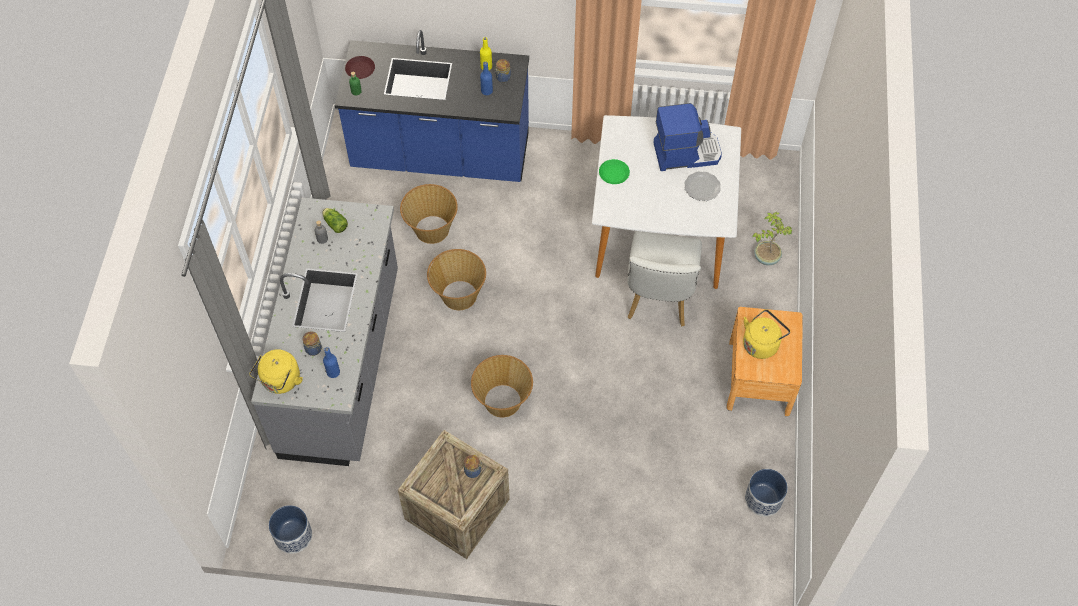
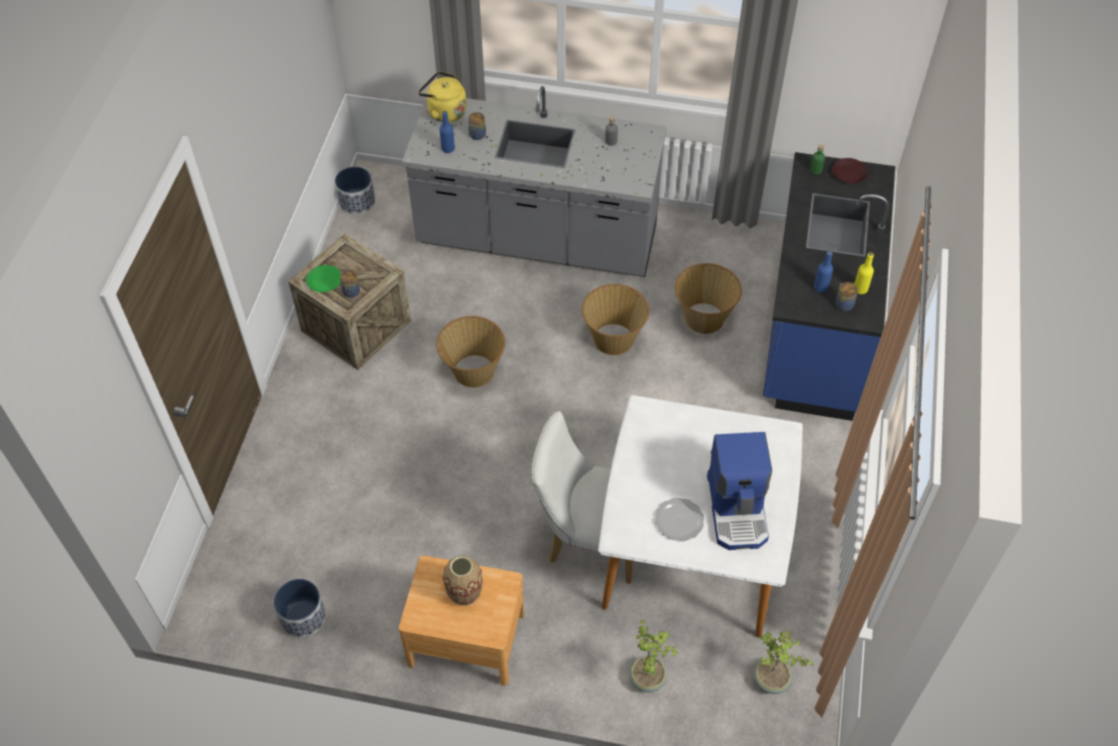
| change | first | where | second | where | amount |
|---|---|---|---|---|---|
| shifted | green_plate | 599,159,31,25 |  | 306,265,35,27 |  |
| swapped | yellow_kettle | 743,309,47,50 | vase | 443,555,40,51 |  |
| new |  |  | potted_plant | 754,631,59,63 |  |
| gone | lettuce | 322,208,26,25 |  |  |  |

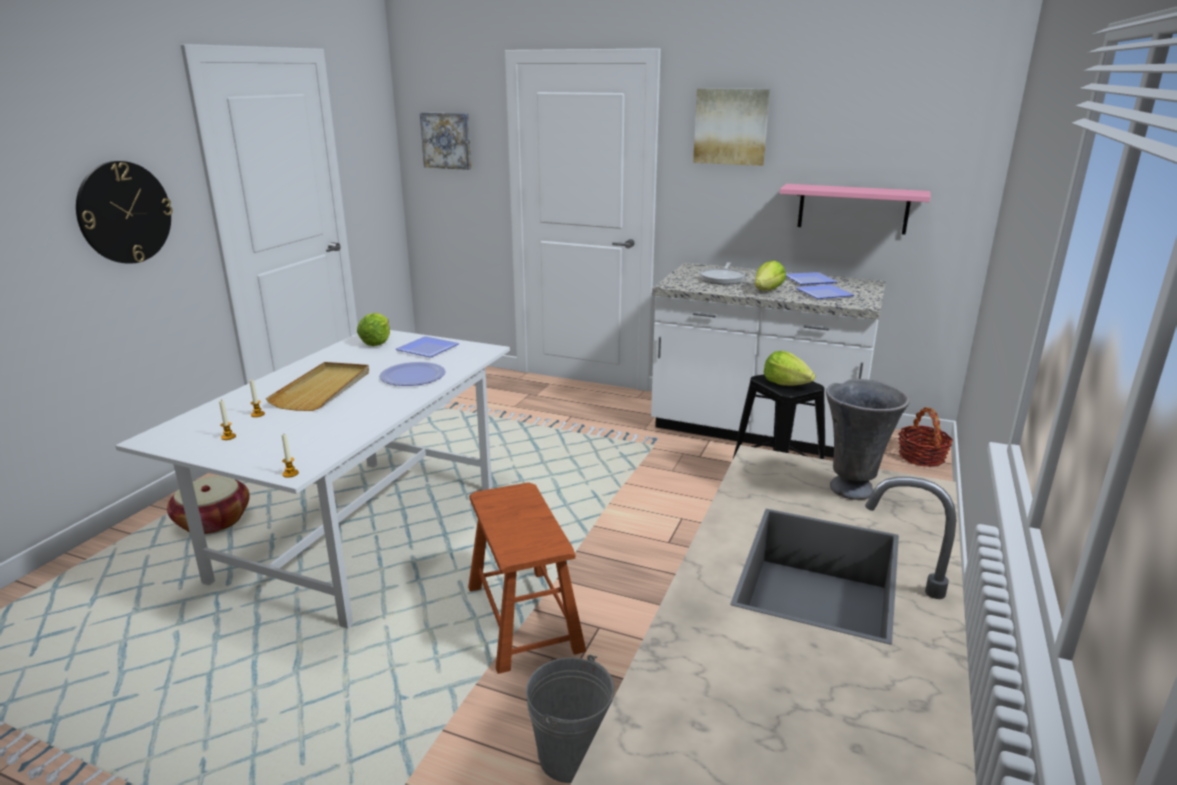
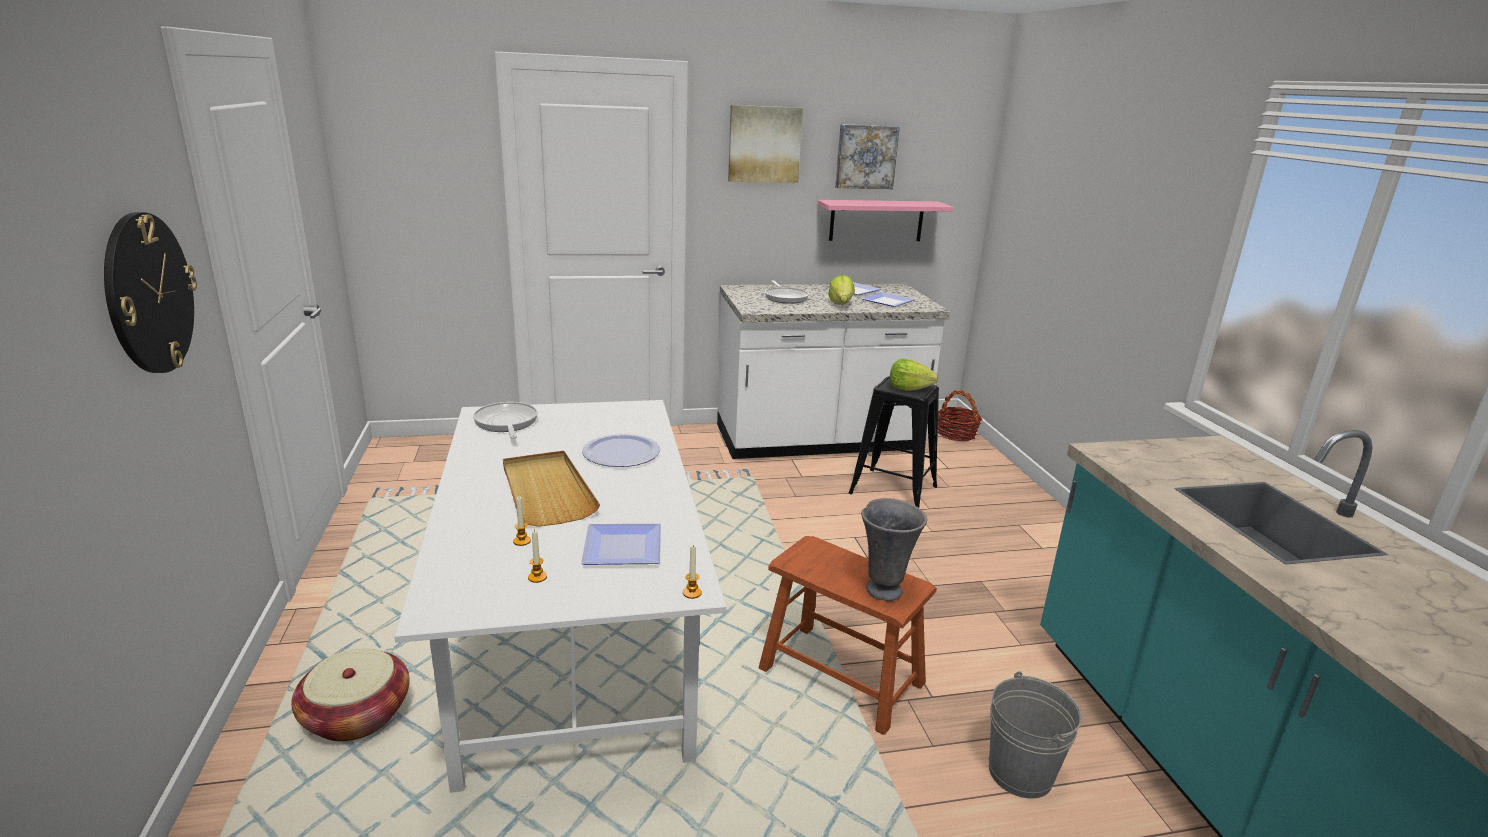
| change | first | where | second | where | amount |
|---|---|---|---|---|---|
| swapped | lettuce | 357,313,33,33 | frying_pan | 473,402,65,37 |  |
| shifted | plate | 395,336,65,21 |  | 581,524,80,41 |  |
| shifted | picture | 420,112,52,58 |  | 835,124,65,65 |  |
| shifted | grey_vase | 826,379,84,121 |  | 861,498,66,103 |  |

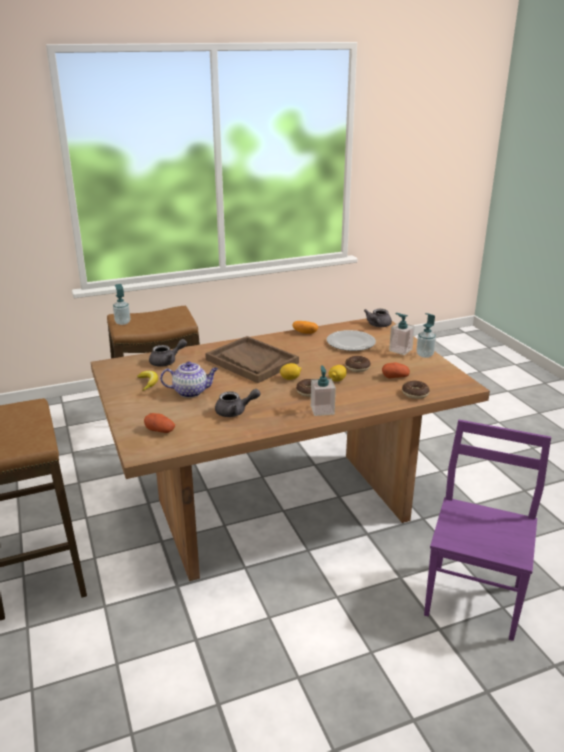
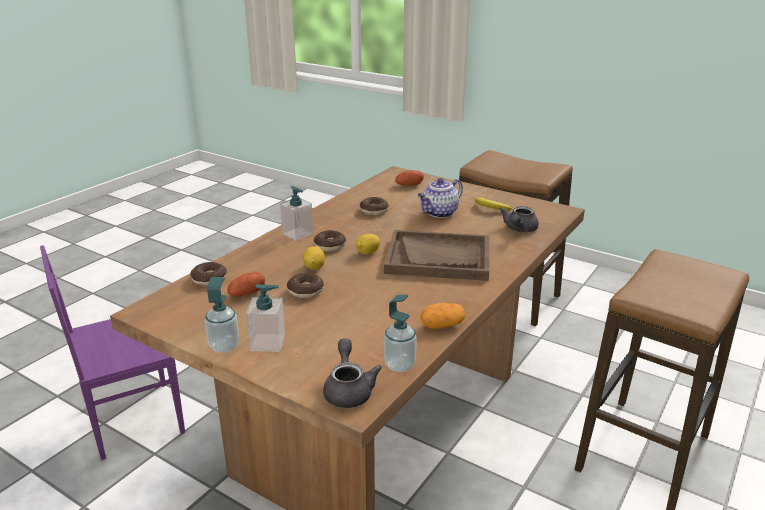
| change | first | where | second | where | amount |
|---|---|---|---|---|---|
| rotated | purple_chair | 424,420,127,221 |  | 40,246,145,214 | 75 degrees clockwise |
| swapped | grey_teapot | 215,389,46,28 | donut | 360,197,29,18 |  |
| shifted | soap_dispenser | 113,284,17,41 |  | 384,295,33,77 |  |
| gone | plate | 327,330,49,21 |  |  |  |

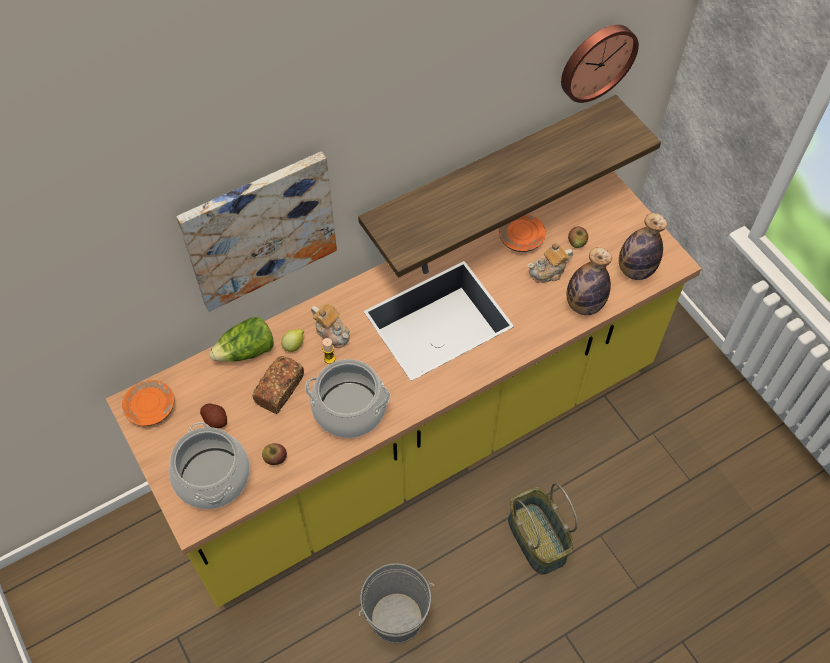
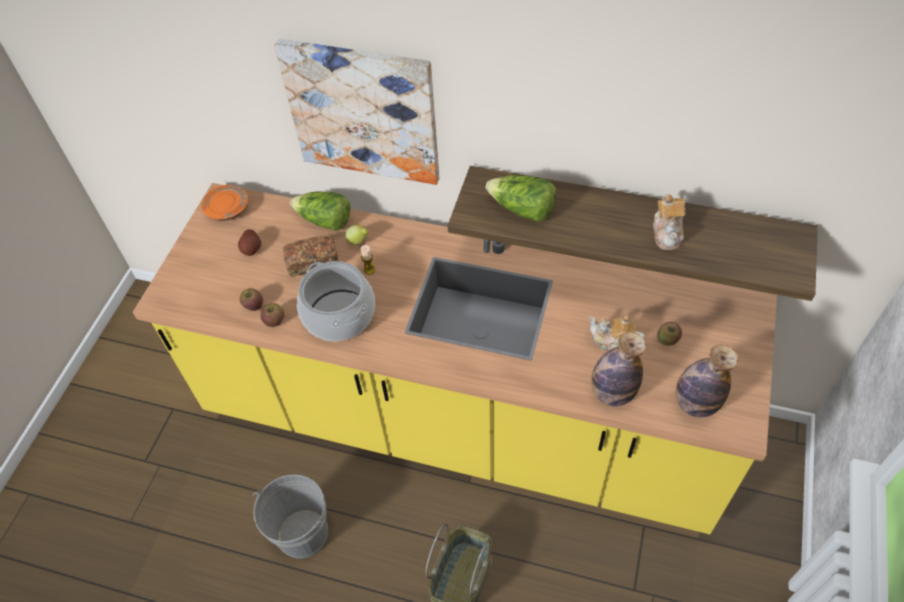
| change | first | where | second | where | amount |
|---|---|---|---|---|---|
| new |  |  | apple | 261,303,23,24 |  |
| new |  |  | lettuce | 486,175,70,47 |  |
| shifted | teapot | 311,304,39,44 |  | 653,193,33,57 |  |
| gone | cooking_pot | 169,422,81,87 |  |  |  |
| gone | orange_plate | 499,214,47,38 |  |  |  |
| gone | wall_clock | 561,25,78,78 |  |  |  |

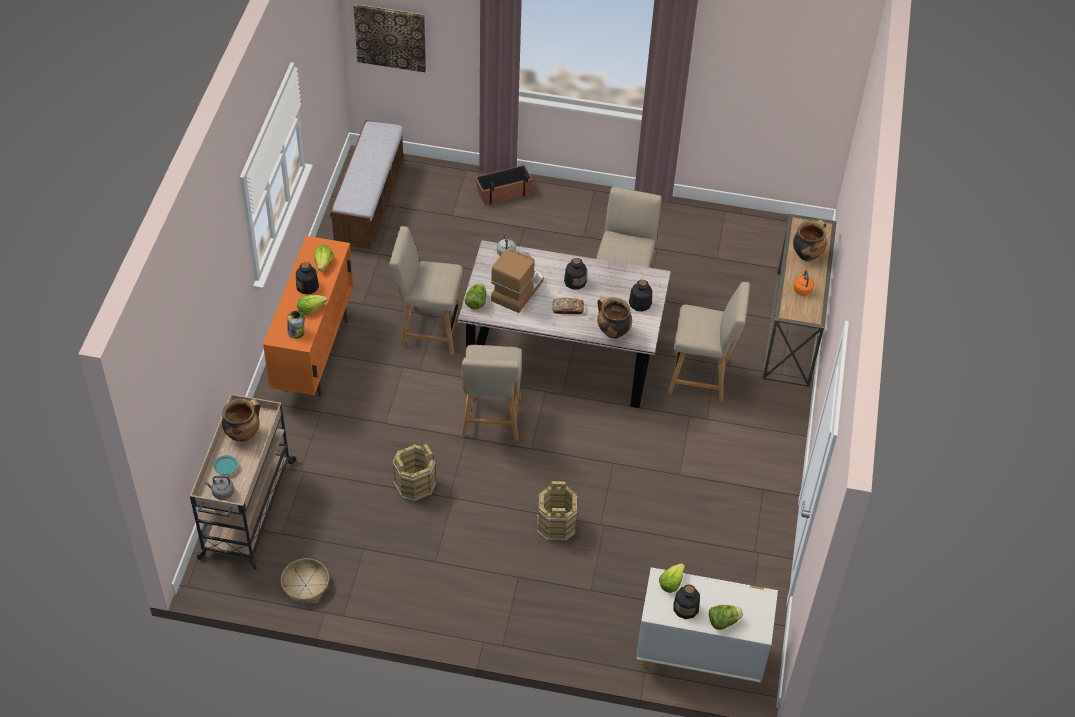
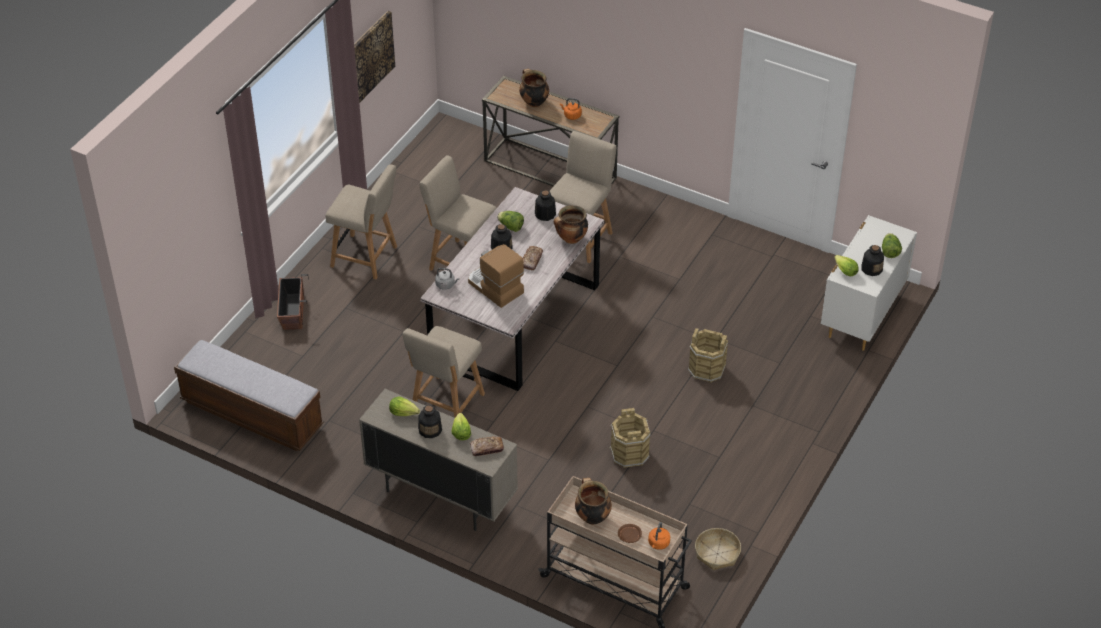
| change | first | where | second | where | amount |
|---|---|---|---|---|---|
| shifted | beige_chair | 461,345,61,96 |  | 326,164,71,115 |  |
| shifted | picture | 354,4,72,68 |  | 354,11,41,92 |  |
| repainted | orange_cabinet | 263,236,90,161 | beige_cabinet | 359,389,159,142 |  |
| swapped | jar | 287,311,18,28 | bread | 470,436,34,20 |  |
| shifted | lettuce | 465,283,21,27 |  | 497,211,27,21 |  |
| repainted | turquoise_plate | 214,455,24,20 | brown_plate | 618,524,24,19 |  |
| repainted | grey_kettle | 205,476,29,24 | orange_kettle | 648,522,22,28 |  |

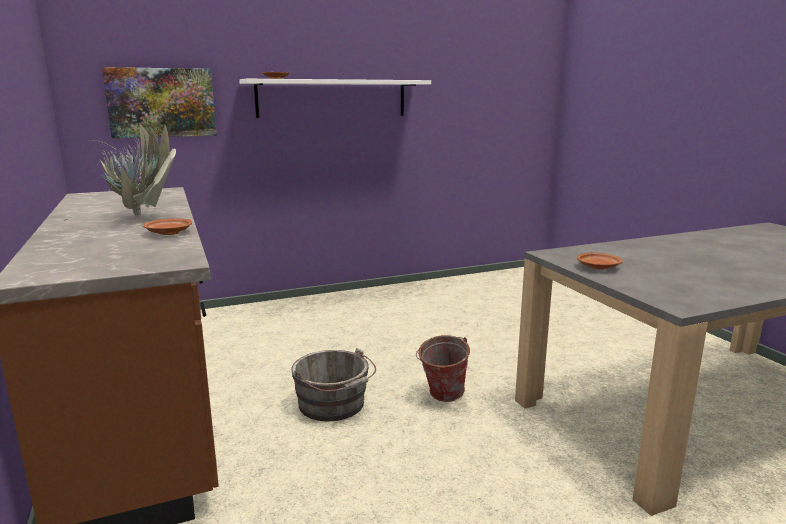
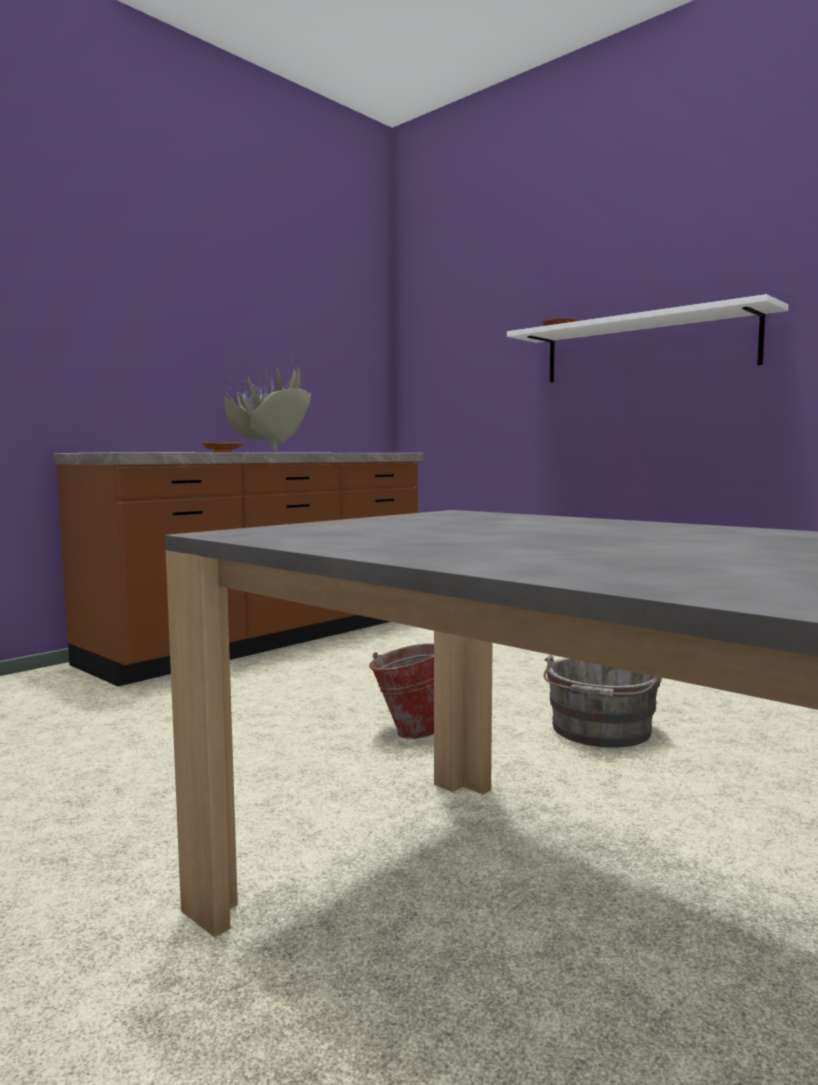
| change | first | where | second | where | amount |
|---|---|---|---|---|---|
| shifted | grey_bucket | 291,348,85,73 |  | 543,655,119,93 |  |
| gone | picture | 102,67,115,71 |  |  |  |
| gone | brown_plate | 577,253,46,16 |  |  |  |

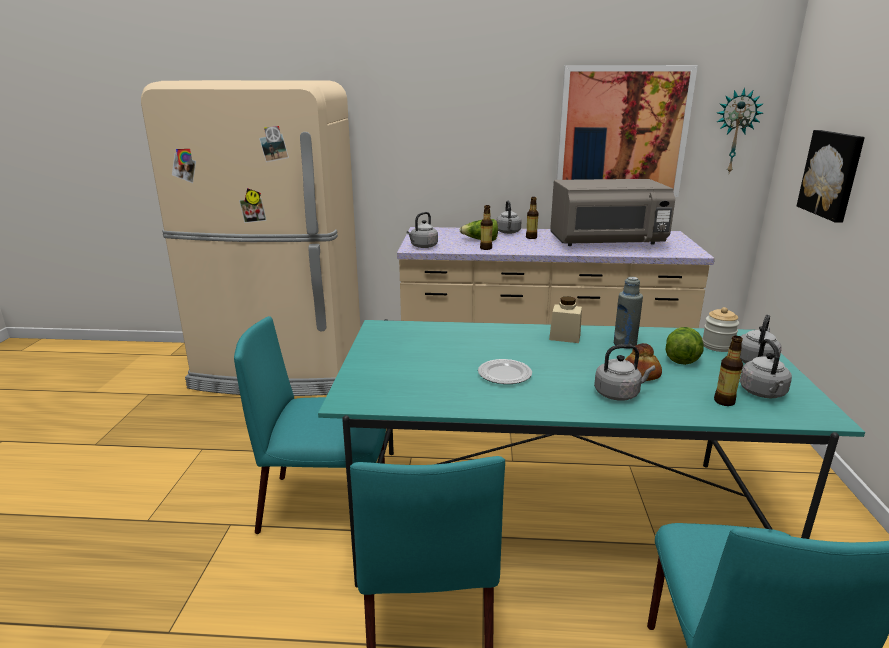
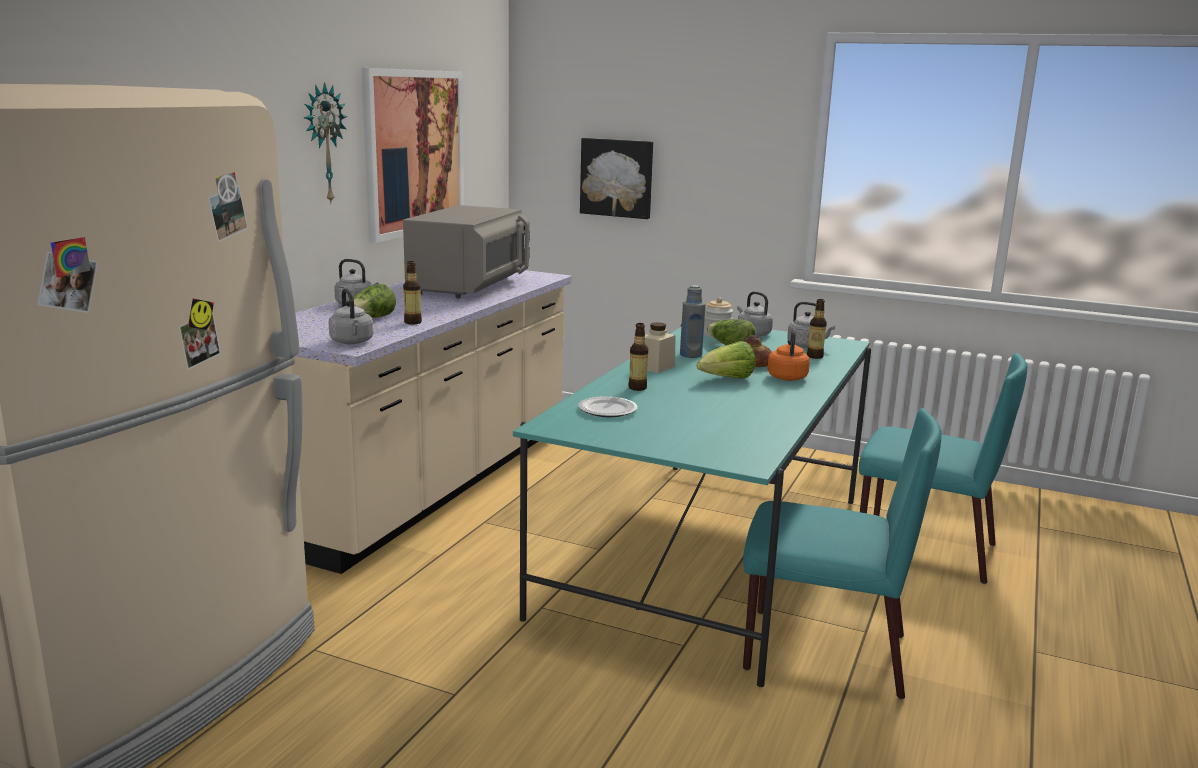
| change | first | where | second | where | amount |
|---|---|---|---|---|---|
| shifted | wall_clock | 717,88,47,85 |  | 304,82,44,121 |  |
| shifted | plate | 478,359,54,25 |  | 578,396,59,21 |  |
| shifted | bottle | 526,197,13,42 |  | 628,323,20,68 |  |
| new |  |  | lettuce | 697,341,58,38 |  |
| repainted | grey_kettle | 594,344,61,57 | orange_kettle | 768,328,42,53 |  |
| gone | turquoise_chair | 234,316,152,218 |  |  |  |

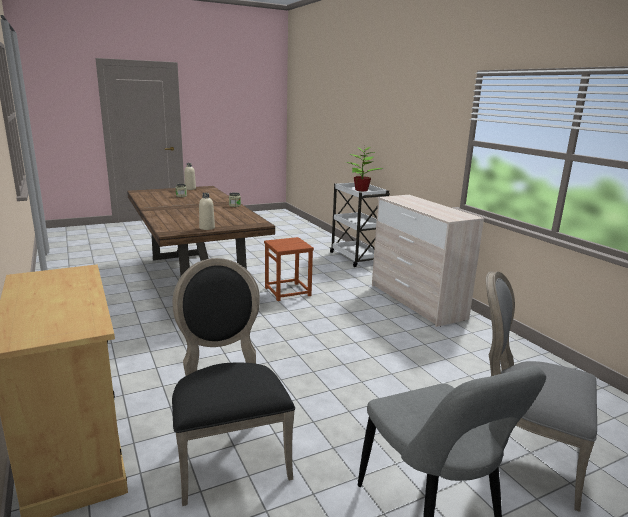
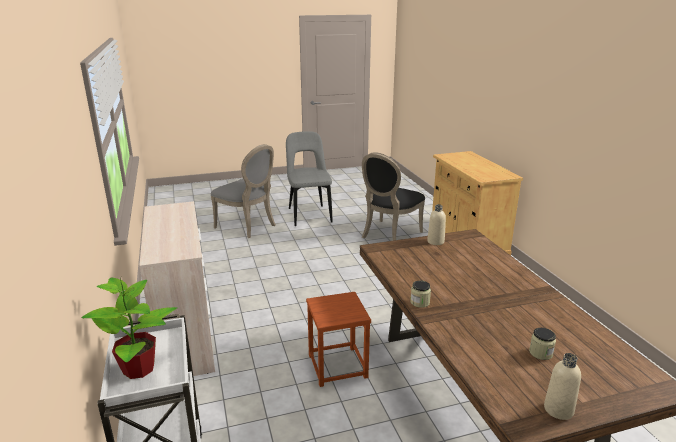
| change | first | where | second | where | amount |
|---|---|---|---|---|---|
| rotated | black_chair | 172,258,123,248 |  | 362,152,63,89 | 45 degrees clockwise |

